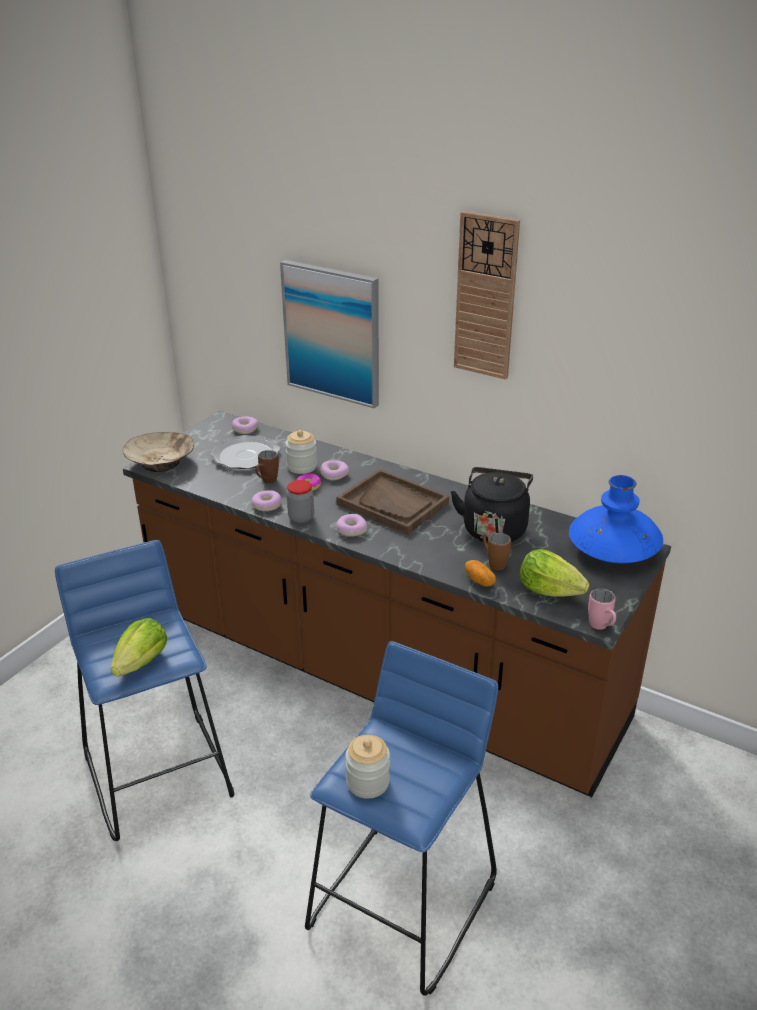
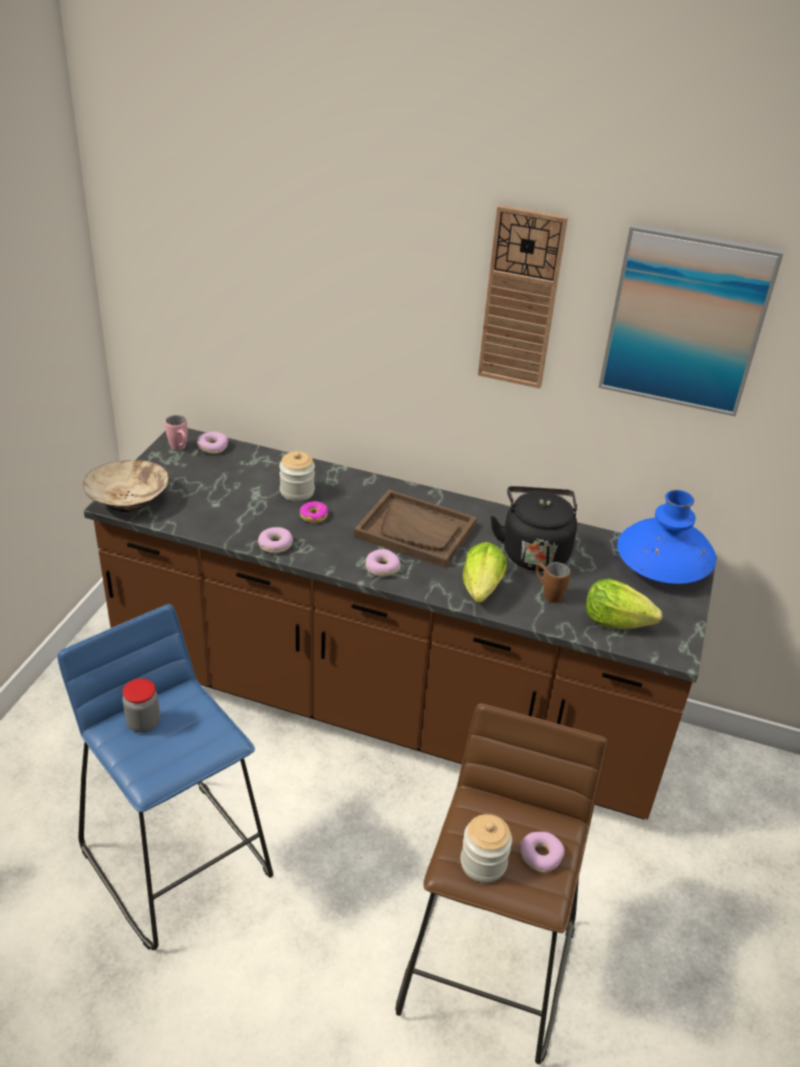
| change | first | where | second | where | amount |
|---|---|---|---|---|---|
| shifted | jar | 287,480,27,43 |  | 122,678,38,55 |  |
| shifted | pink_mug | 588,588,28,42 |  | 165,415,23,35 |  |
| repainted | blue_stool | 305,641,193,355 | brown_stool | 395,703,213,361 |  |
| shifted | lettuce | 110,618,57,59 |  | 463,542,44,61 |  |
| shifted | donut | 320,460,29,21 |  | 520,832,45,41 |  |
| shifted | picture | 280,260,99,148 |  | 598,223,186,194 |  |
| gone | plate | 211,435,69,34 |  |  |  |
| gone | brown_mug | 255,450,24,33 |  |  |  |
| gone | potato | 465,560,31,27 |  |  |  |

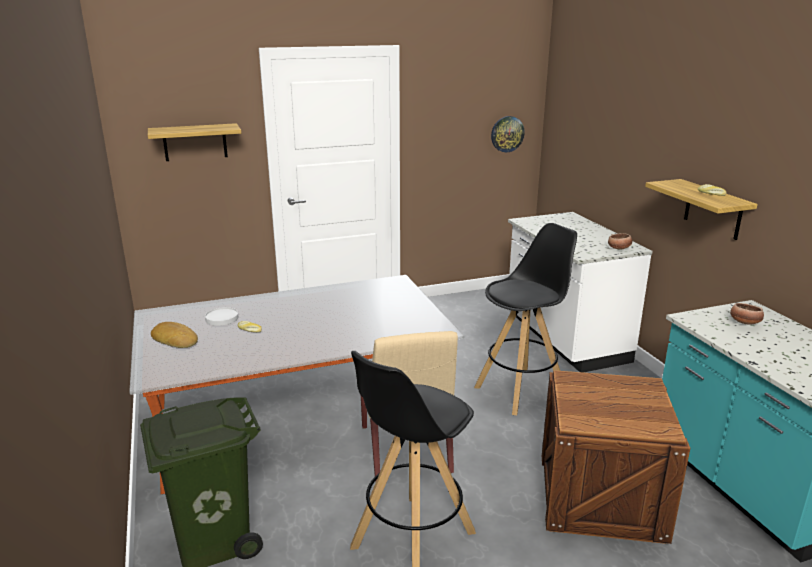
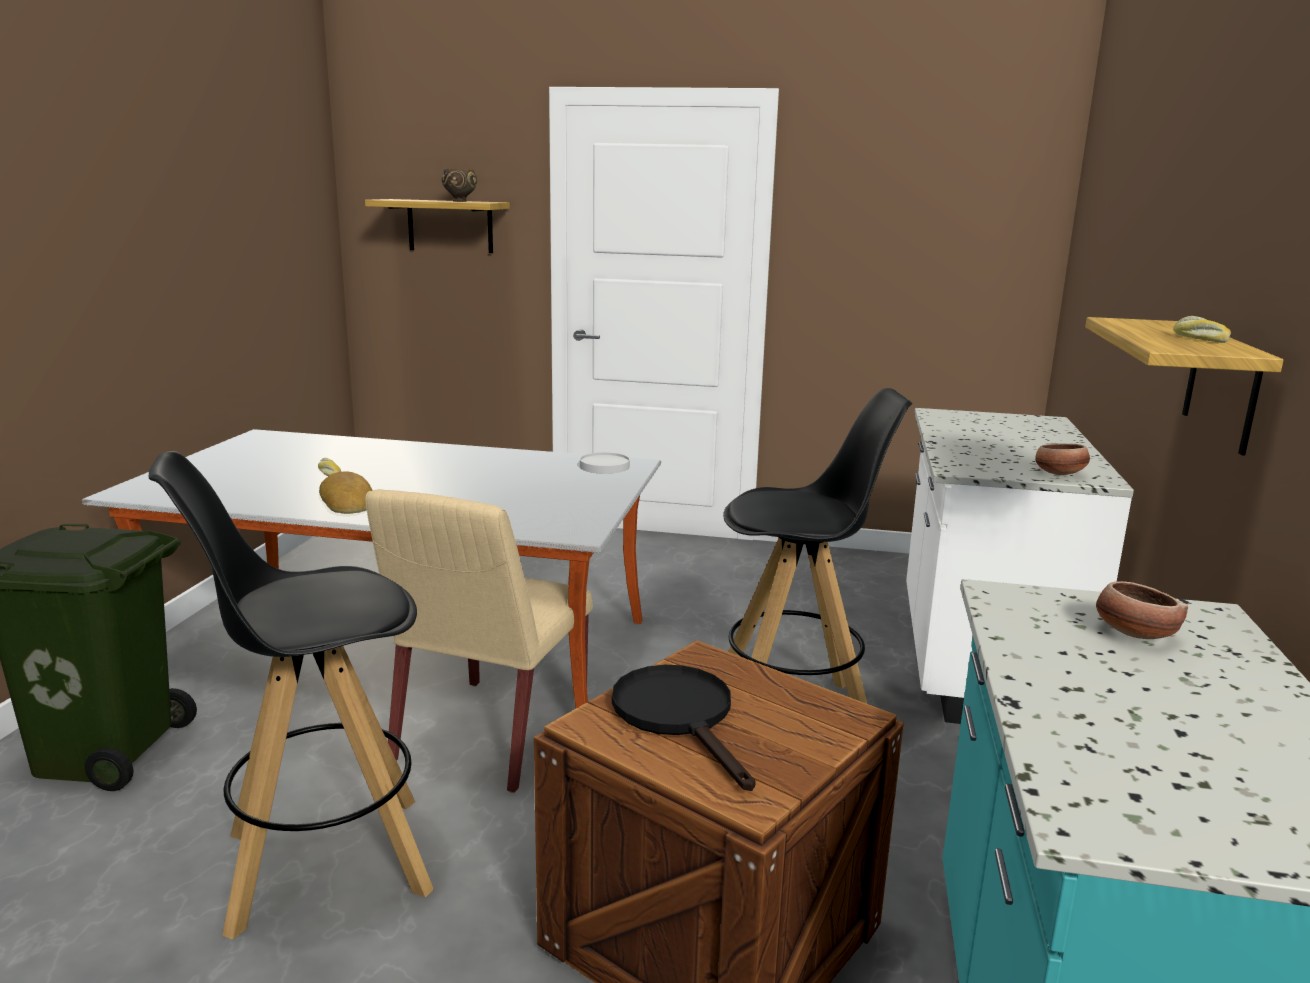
| change | first | where | second | where | amount |
|---|---|---|---|---|---|
| shifted | bread | 151,322,47,26 |  | 319,472,54,42 |  |
| new |  |  | brown_bowl | 442,167,35,35 |  |
| shifted | white_plate | 205,307,33,19 |  | 580,452,50,22 |  |
| new |  |  | black_frying_pan | 612,665,144,126 |  |
| gone | wall_clock | 491,116,34,36 |  |  |  |

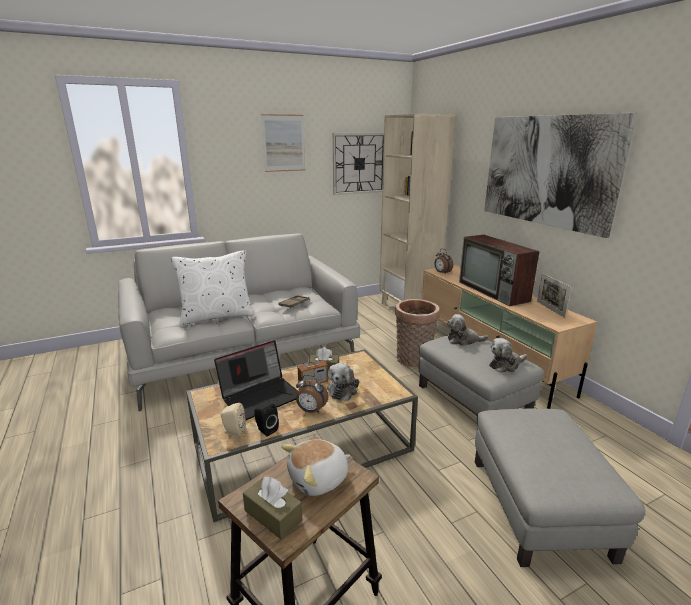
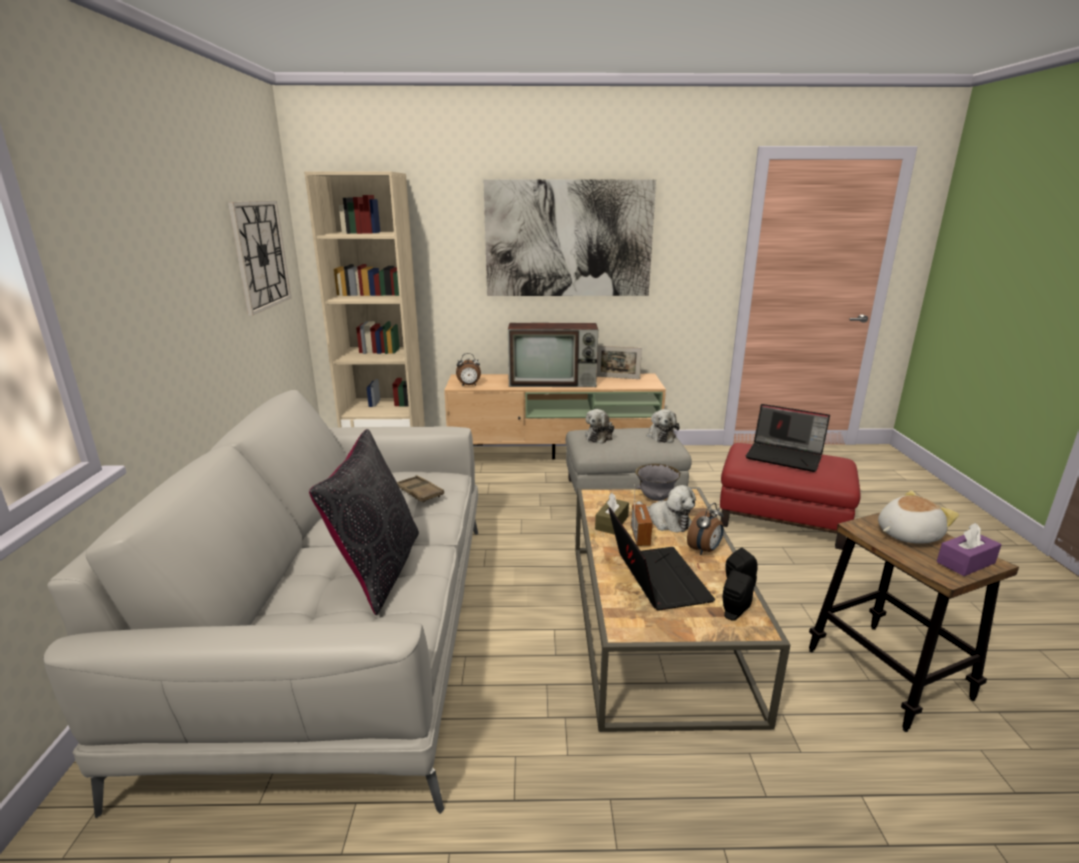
| change | first | where | second | where | amount |
|---|---|---|---|---|---|
| repainted | white_pillow | 171,250,84,75 | black_pillow | 309,429,110,186 |  |
| new |  |  | grey_bowl | 635,464,45,37 |  |
| repainted | grey_ottoman | 475,409,170,158 | red_ottoman | 720,443,141,107 |  |
| repainted | beige_speaker | 221,403,25,34 | black_speaker | 723,570,31,51 |  |
| new |  |  | laptop | 745,404,85,68 |  |
| rotated | plush_toy | 281,439,70,57 |  | 878,491,81,52 | 105 degrees counterclockwise |
| repainted | brown_tissue_box | 243,476,59,64 | purple_tissue_box | 937,523,65,53 |  |
| gone | picture | 261,114,44,58 |  |  |  |
| gone | basket | 395,299,45,68 |  |  |  |

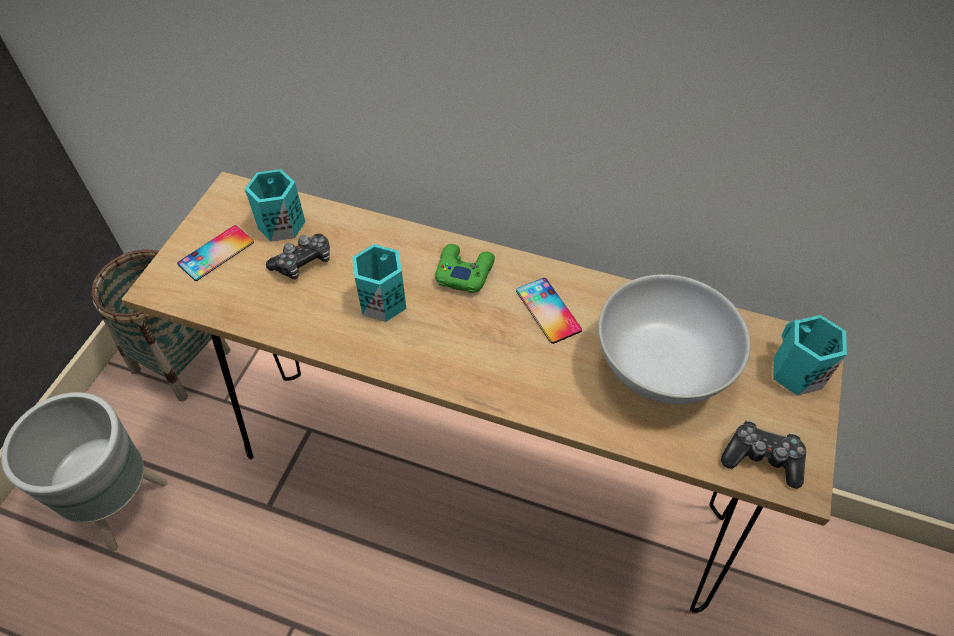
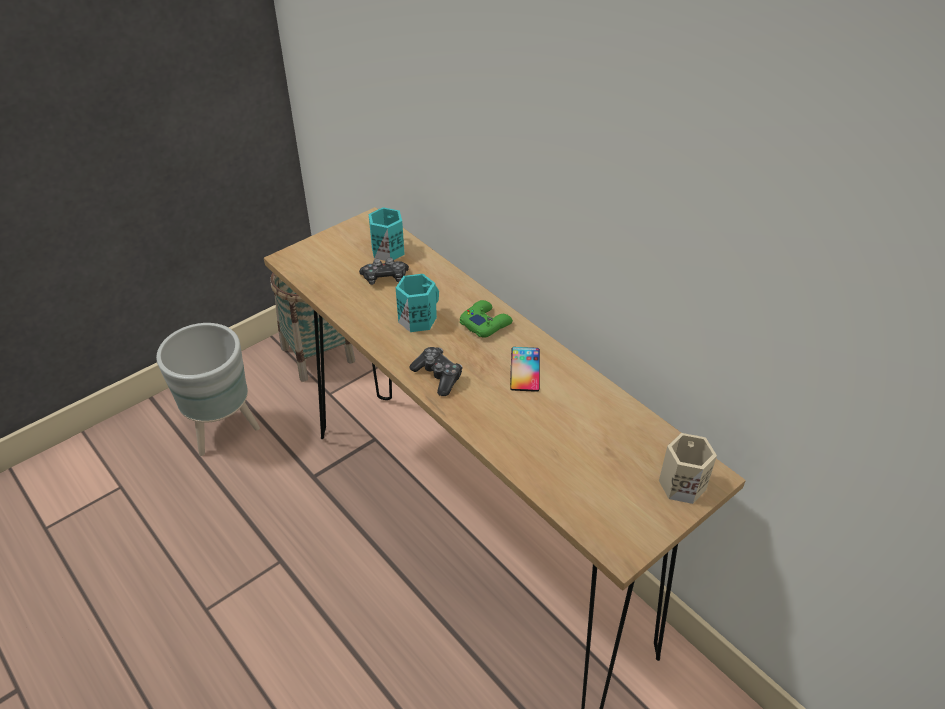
| change | first | where | second | where | amount |
|---|---|---|---|---|---|
| shifted | game_controller | 721,420,85,69 |  | 409,347,53,49 |  |
| repainted | turquoise_mug | 773,315,74,81 | beige_mug | 659,433,58,71 |  |
| gone | phone | 177,225,77,56 |  |  |  |
| gone | white_bowl | 598,274,153,130 |  |  |  |

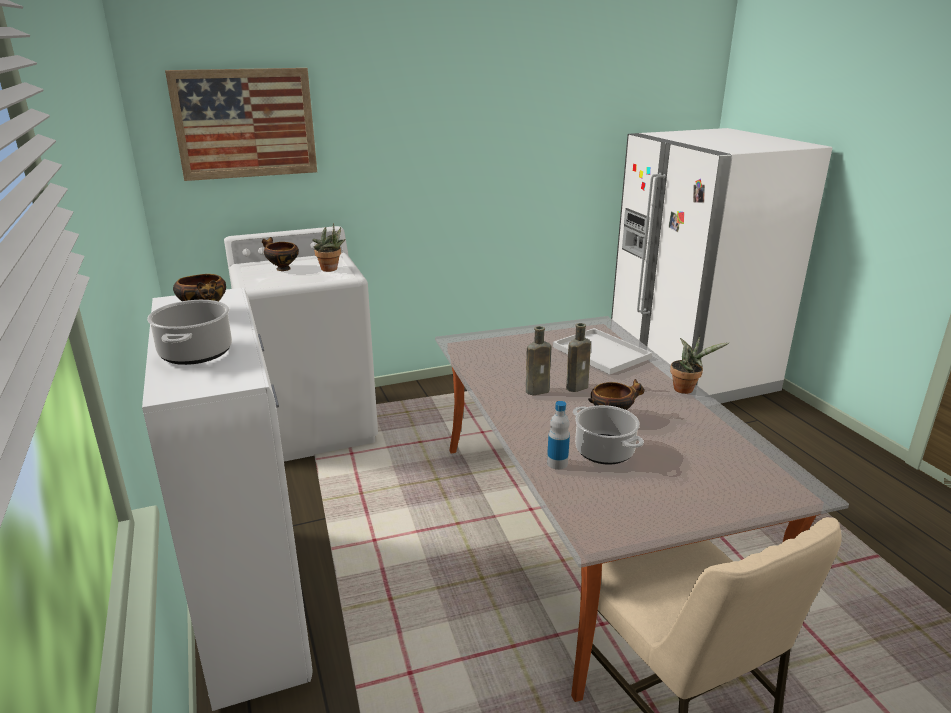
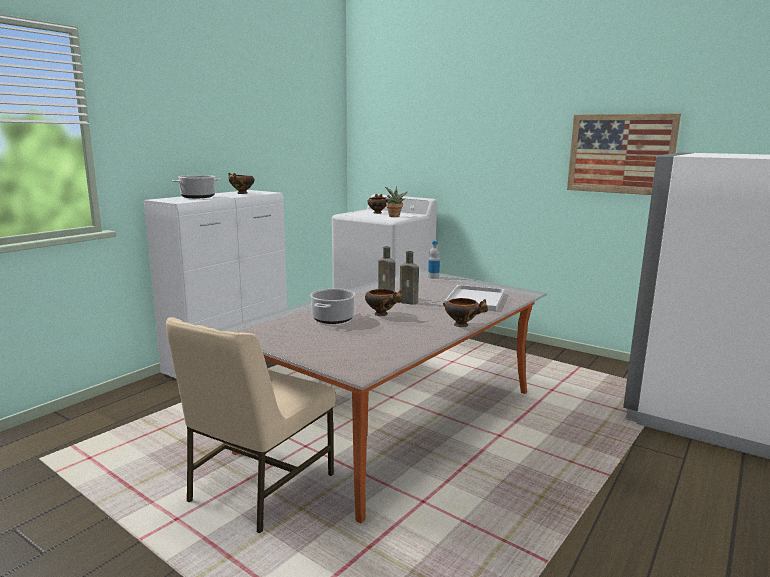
| change | first | where | second | where | amount |
|---|---|---|---|---|---|
| shifted | bottle | 547,401,23,69 |  | 428,241,12,38 |  |
| swapped | potted_plant | 670,336,59,58 | bowl | 443,298,45,29 |  |
| shifted | picture | 165,68,152,113 |  | 567,113,114,82 |  |

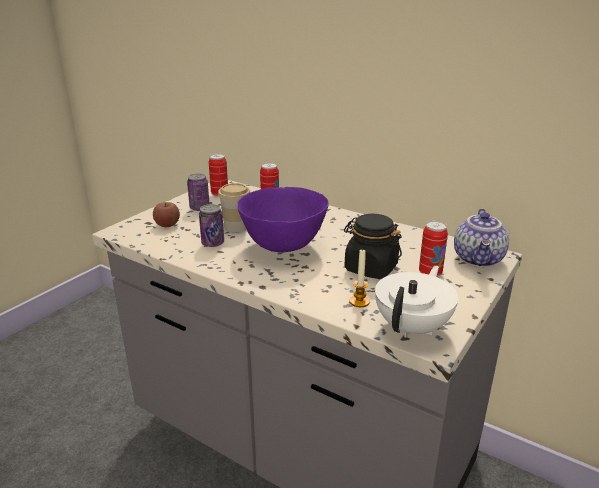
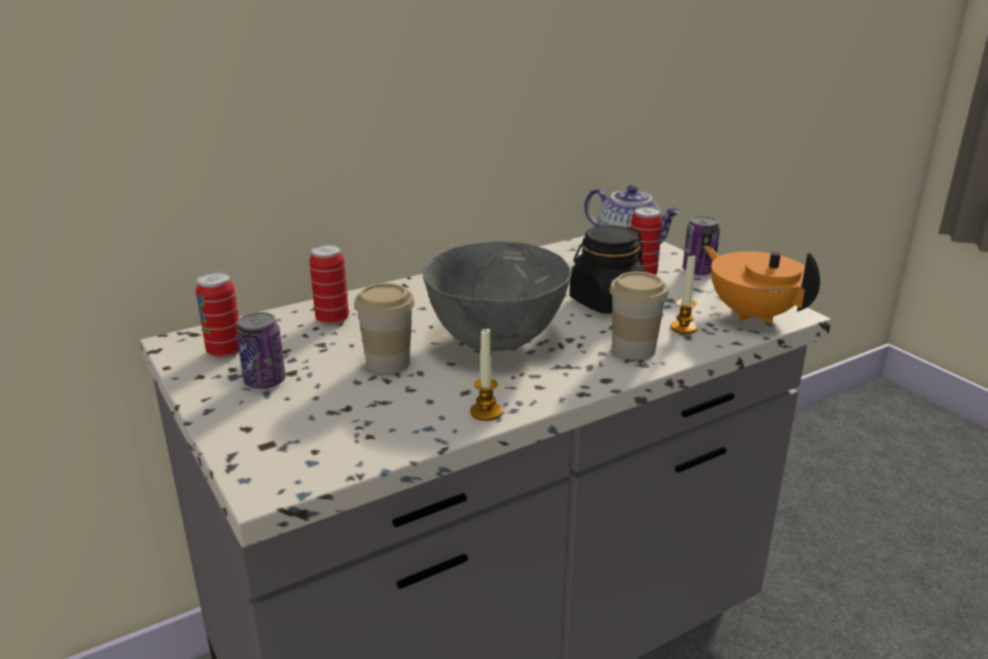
| change | first | where | second | where | amount |
|---|---|---|---|---|---|
| repainted | purple_bowl | 237,187,92,65 | grey_bowl | 423,241,148,110 |  |
| new |  |  | candle | 470,328,32,93 |  |
| new |  |  | cup | 609,272,60,88 |  |
| shifted | can | 199,204,25,43 |  | 683,216,37,60 |  |
| repainted | white_teapot | 375,266,83,72 | orange_teapot | 704,246,116,78 |  |
| gone | apple | 153,202,27,25 |  |  |  |

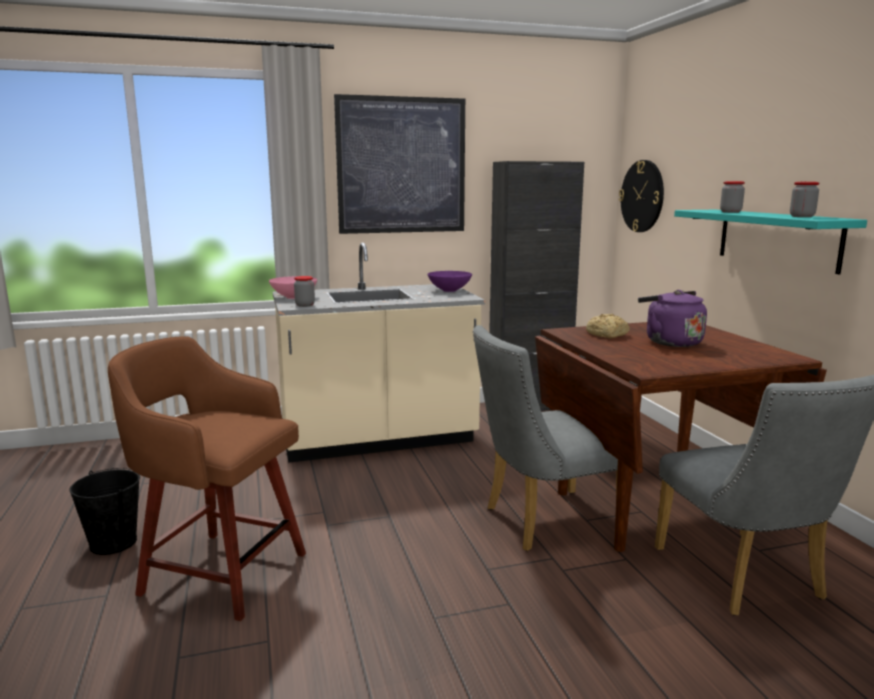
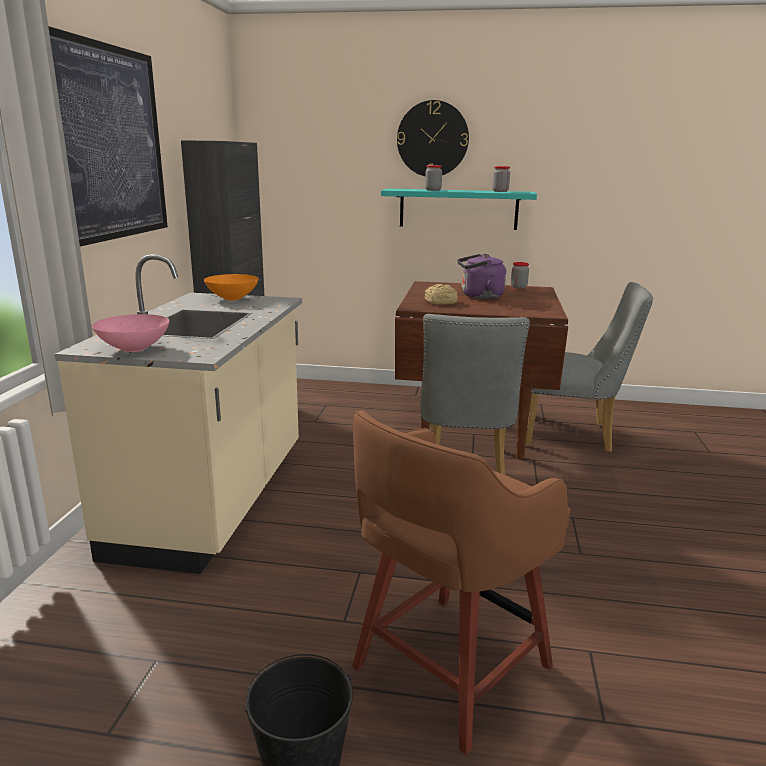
| change | first | where | second | where | amount |
|---|---|---|---|---|---|
| repainted | purple_bowl | 427,271,45,21 | orange_bowl | 204,274,54,26 |  |
| shifted | wall_clock | 619,160,45,72 |  | 397,100,72,76 |  |
| shifted | jar | 294,276,21,31 |  | 511,262,18,27 |  |

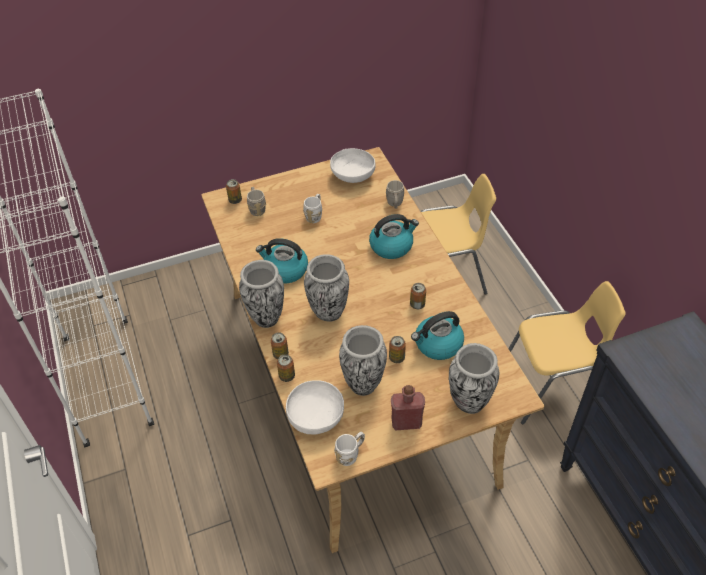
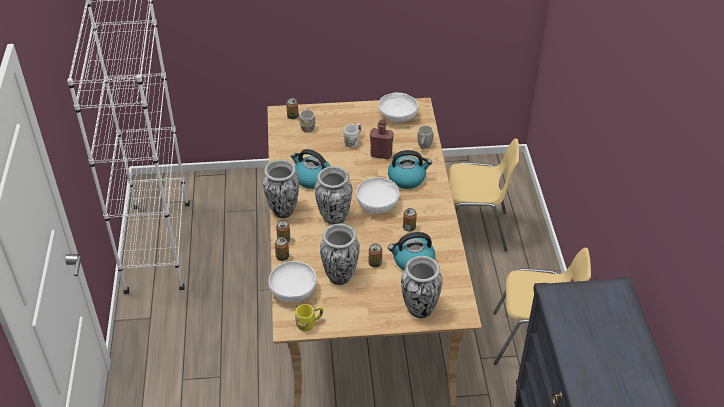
| change | first | where | second | where | amount |
|---|---|---|---|---|---|
| repainted | white_mug | 334,432,31,34 | yellow_mug | 295,304,28,27 |  |
| new |  |  | white_bowl | 356,177,44,37 |  |
| shifted | red_bottle | 391,385,34,45 |  | 370,119,24,40 |  |

